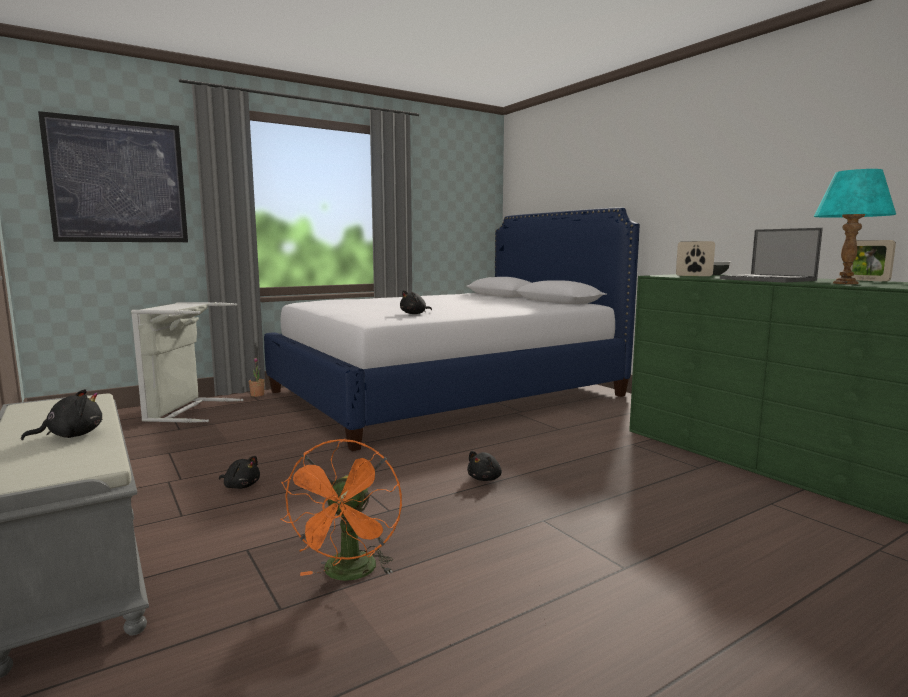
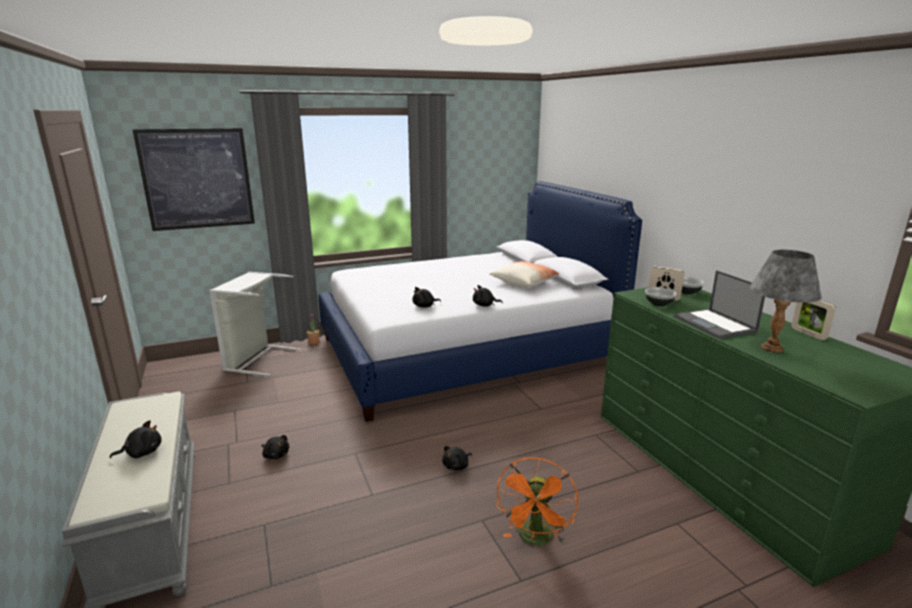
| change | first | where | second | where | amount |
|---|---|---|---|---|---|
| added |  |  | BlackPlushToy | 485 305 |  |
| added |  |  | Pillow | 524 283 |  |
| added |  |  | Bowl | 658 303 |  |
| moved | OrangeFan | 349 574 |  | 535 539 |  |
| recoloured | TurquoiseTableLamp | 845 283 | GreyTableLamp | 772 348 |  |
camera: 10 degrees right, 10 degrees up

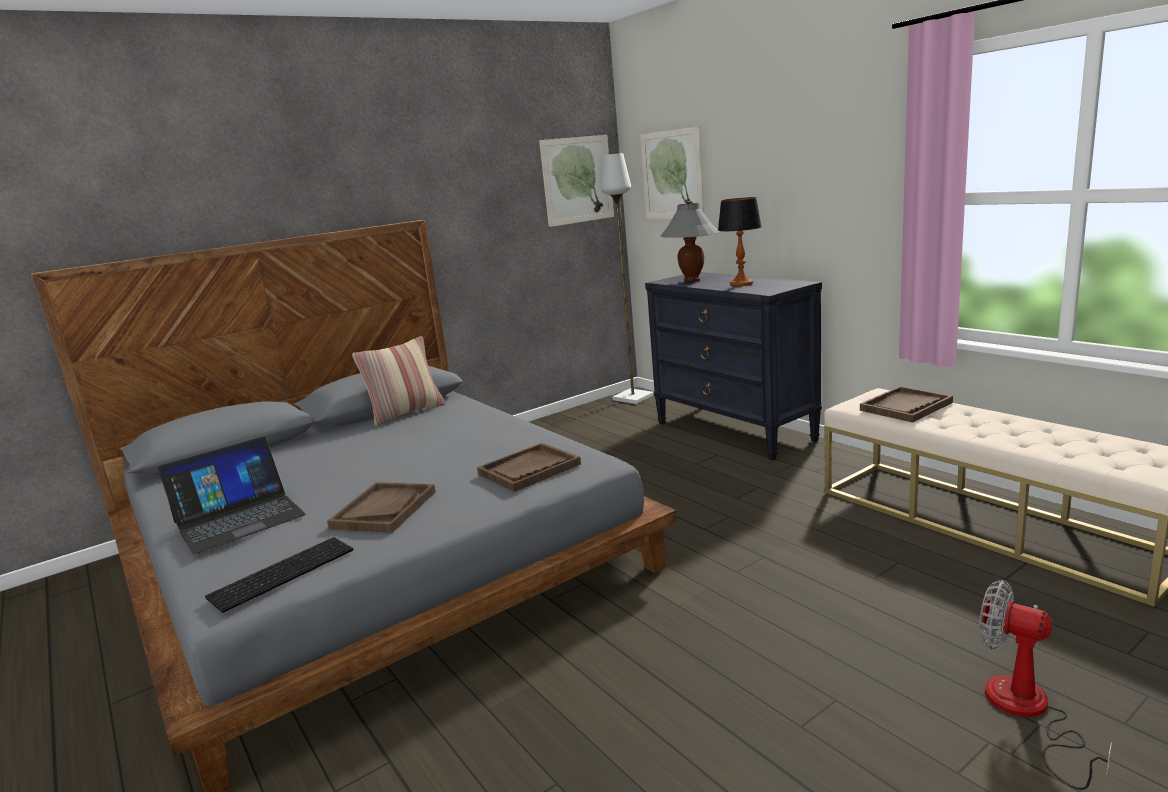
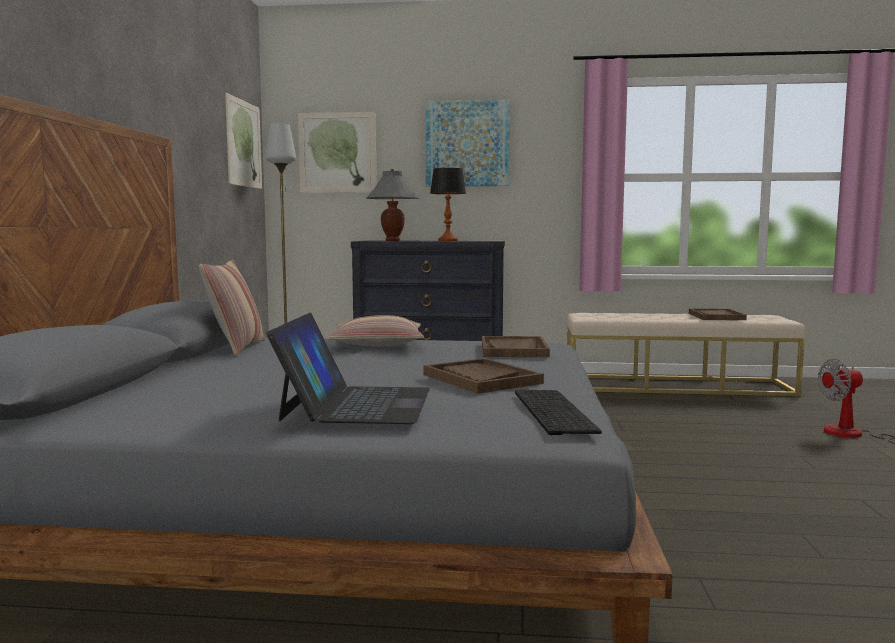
| change | first | where | second | where | amount |
|---|---|---|---|---|---|
| added |  |  | Pillow | 378 344 |  |
| added |  |  | Picture | 467 144 |  |
| moved | BrownTray | 906 406 |  | 716 316 |  |
camera: 50 degrees left, 10 degrees down

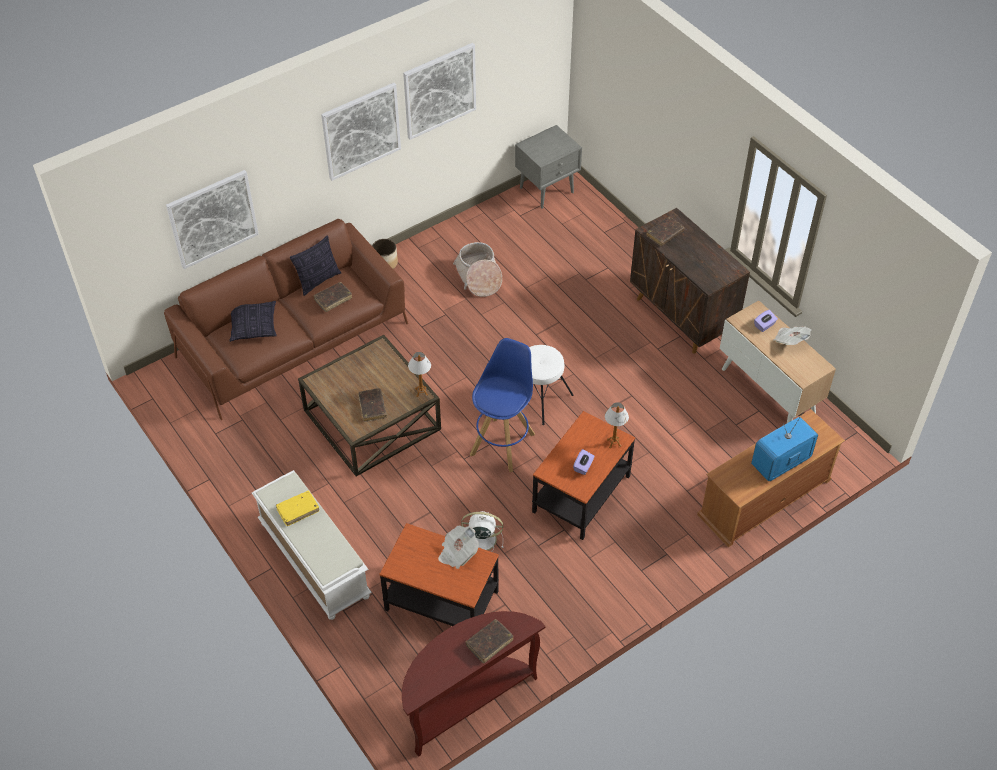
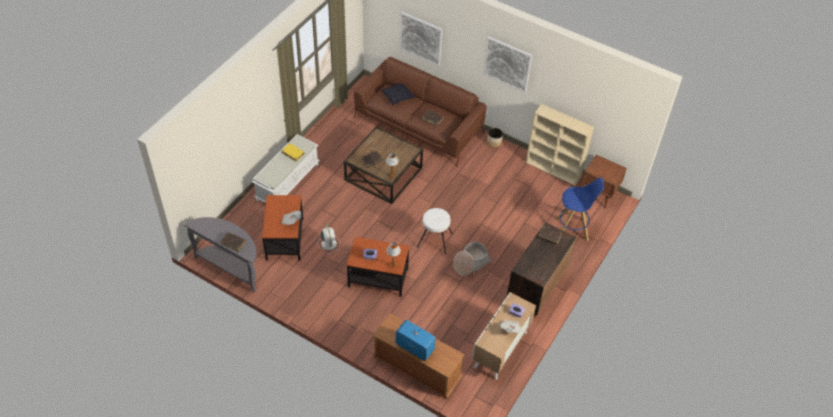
| change | first | where | second | where | amount |
|---|---|---|---|---|---|
| removed | Pillow | 318 281 |  |  |  |
| removed | Picture | 439 90 |  |  |  |
| added |  |  | BeigeBookcase | 554 169 |  |
| moved | Basket | 478 277 |  | 470 263 |  |
| moved | BlueStool | 503 443 |  | 572 229 |  |
| recoloured | BrownConsoleTable | 467 700 | GreyConsoleTable | 231 267 |  |
| recoloured | GreyNightstand | 547 190 | BrownNightstand | 599 195 |  |
camera: 65 degrees right, 0 degrees up

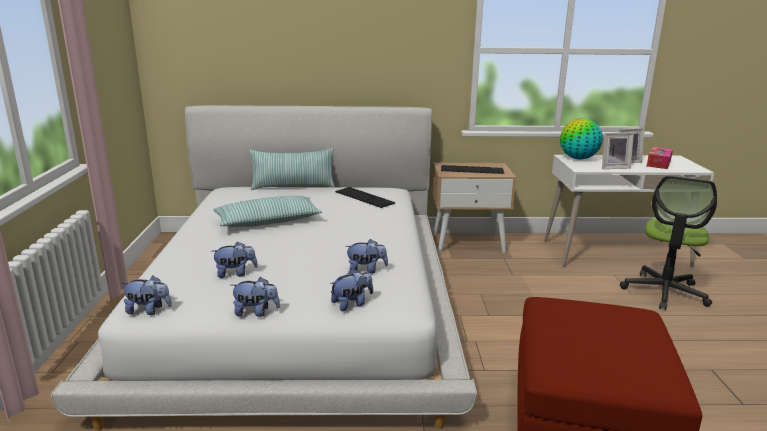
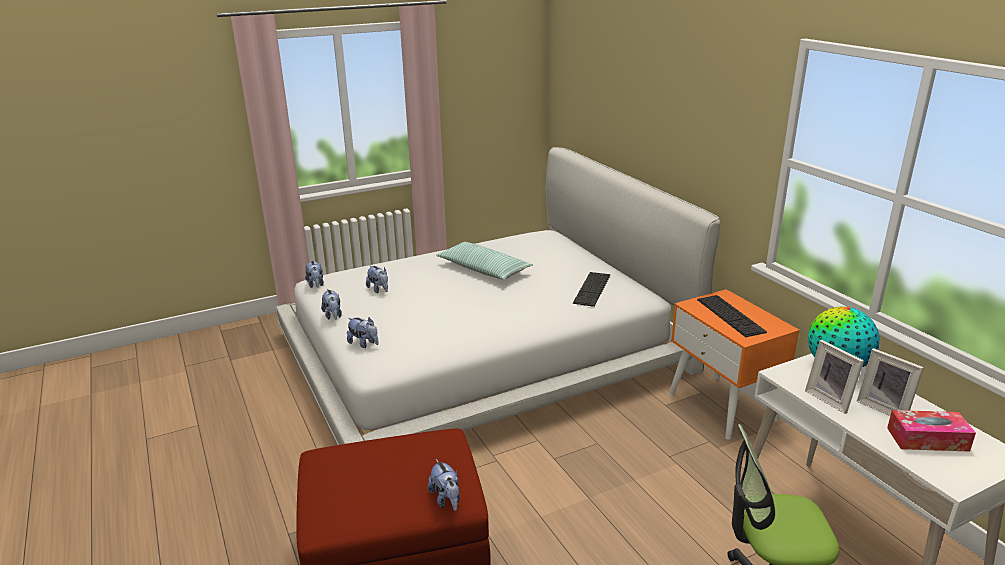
| change | first | where | second | where | amount |
|---|---|---|---|---|---|
| removed | Pillow | 293 187 |  |  |  |
| moved | PlushToy | 366 270 |  | 446 499 |  |
| recoloured | BeigeNightstand | 468 242 | OrangeNightstand | 722 406 |  |
camera: 65 degrees right, 5 degrees up

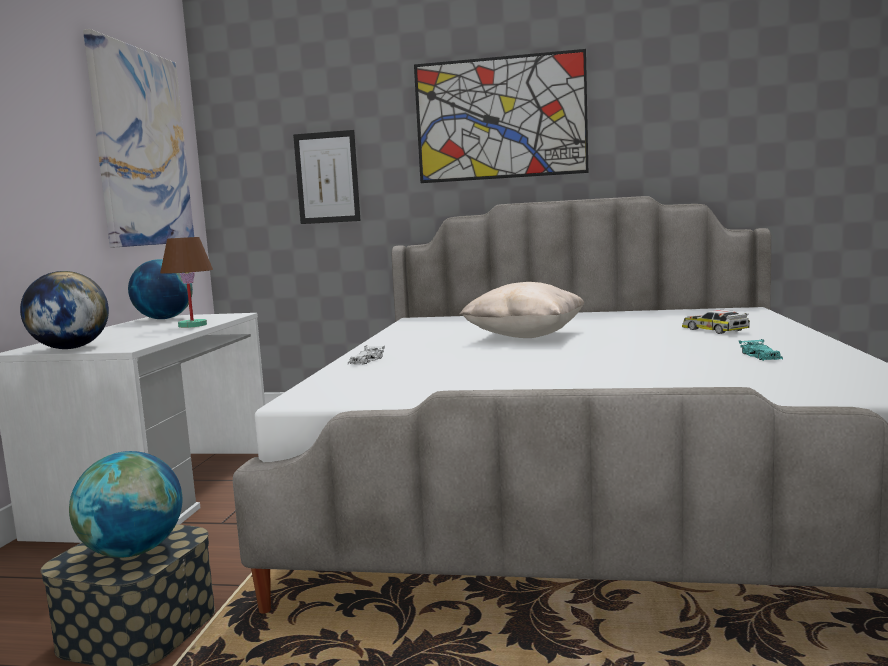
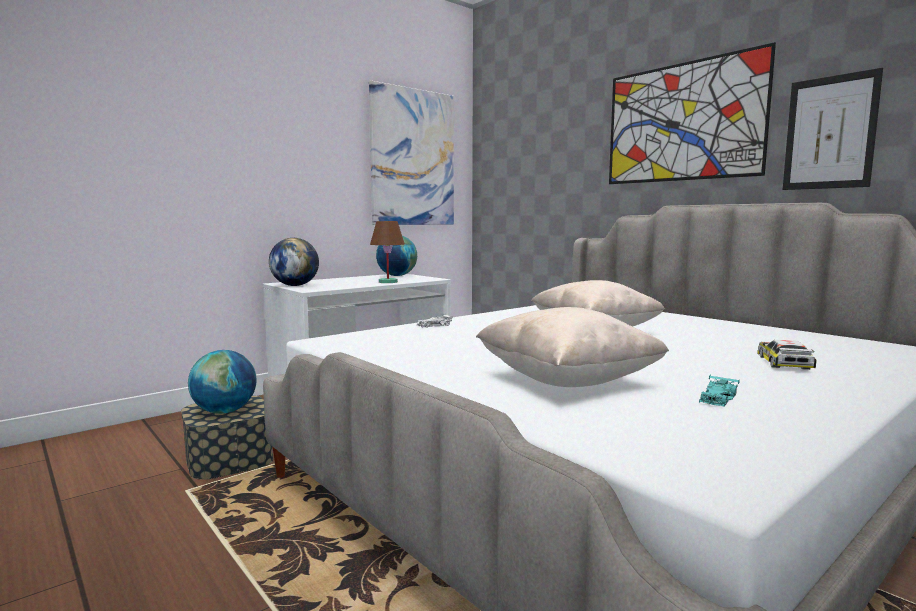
| change | first | where | second | where | amount |
|---|---|---|---|---|---|
| added |  |  | BeigePillow | 567 381 |  |
| moved | Picture | 327 177 |  | 829 133 |  |
camera: 40 degrees right, 0 degrees up

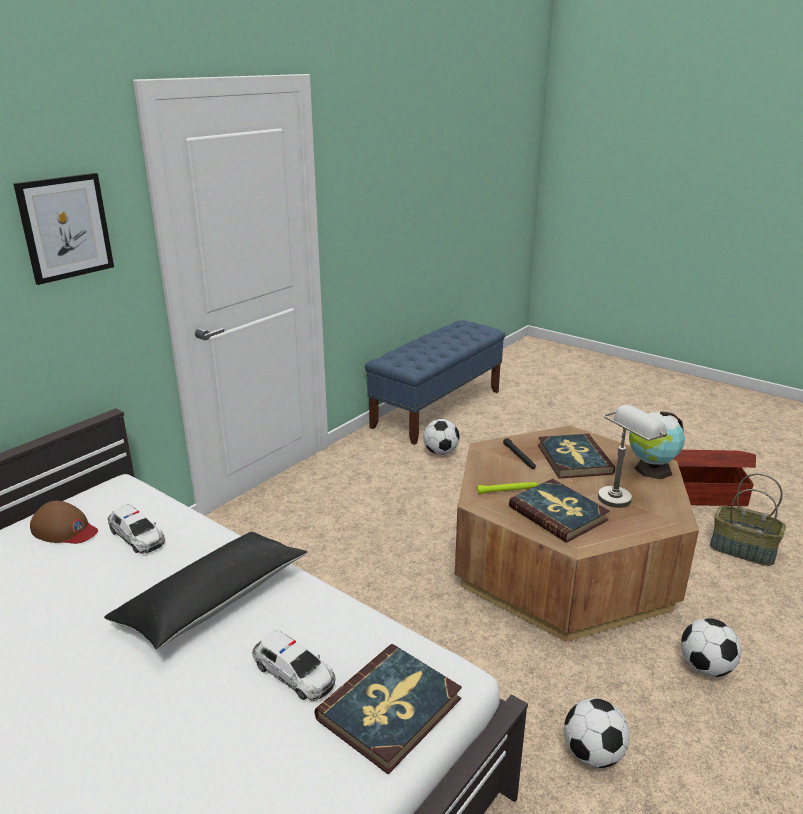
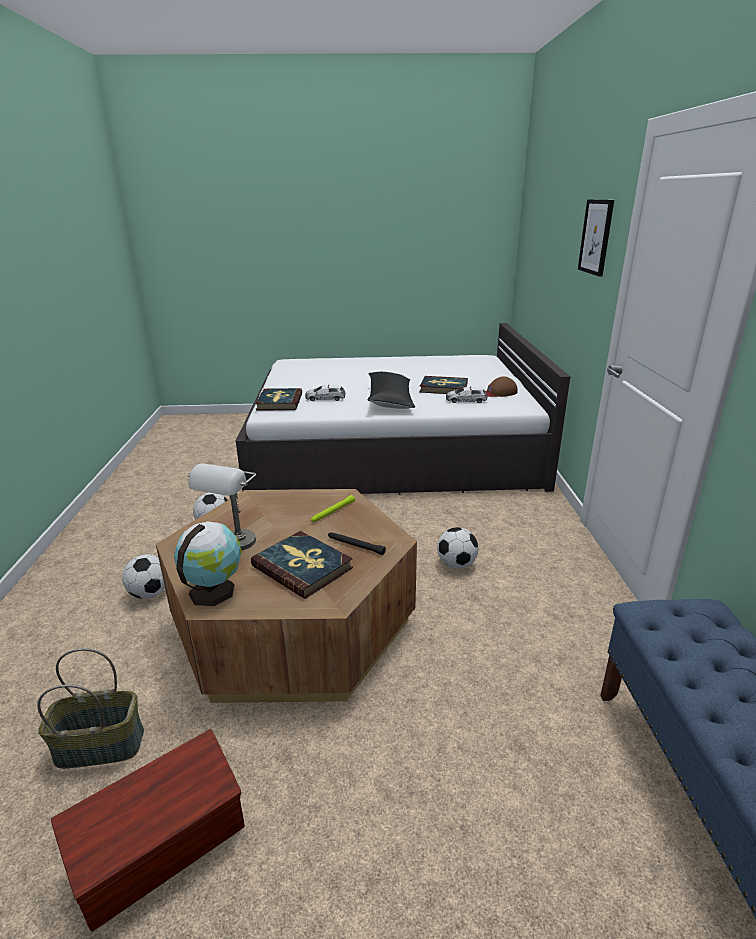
| change | first | where | second | where | amount |
|---|---|---|---|---|---|
| moved | Football | 441 452 |  | 456 564 |  |
| moved | Book | 558 513 |  | 443 388 |  |
camera: 140 degrees right, 0 degrees up

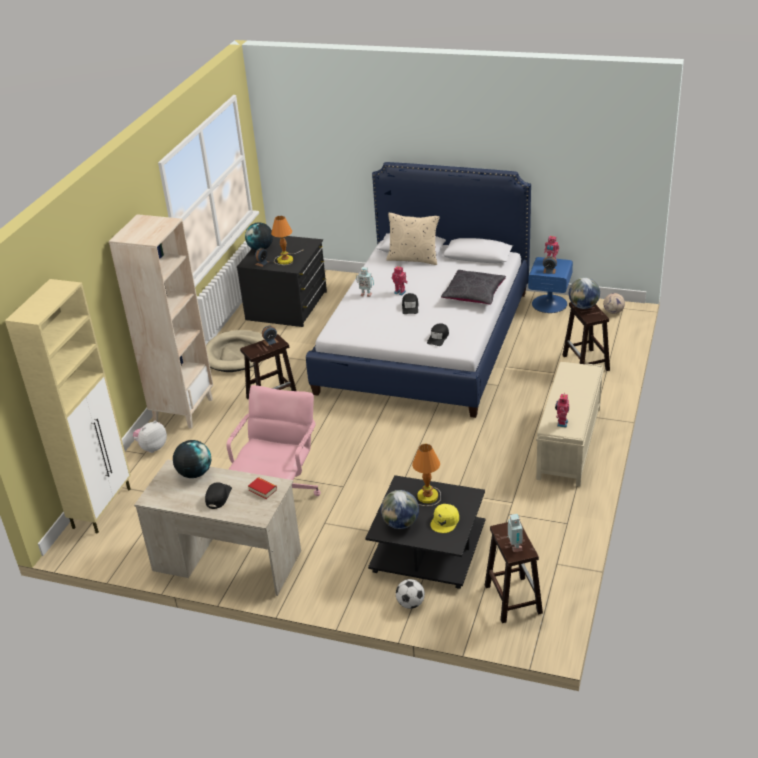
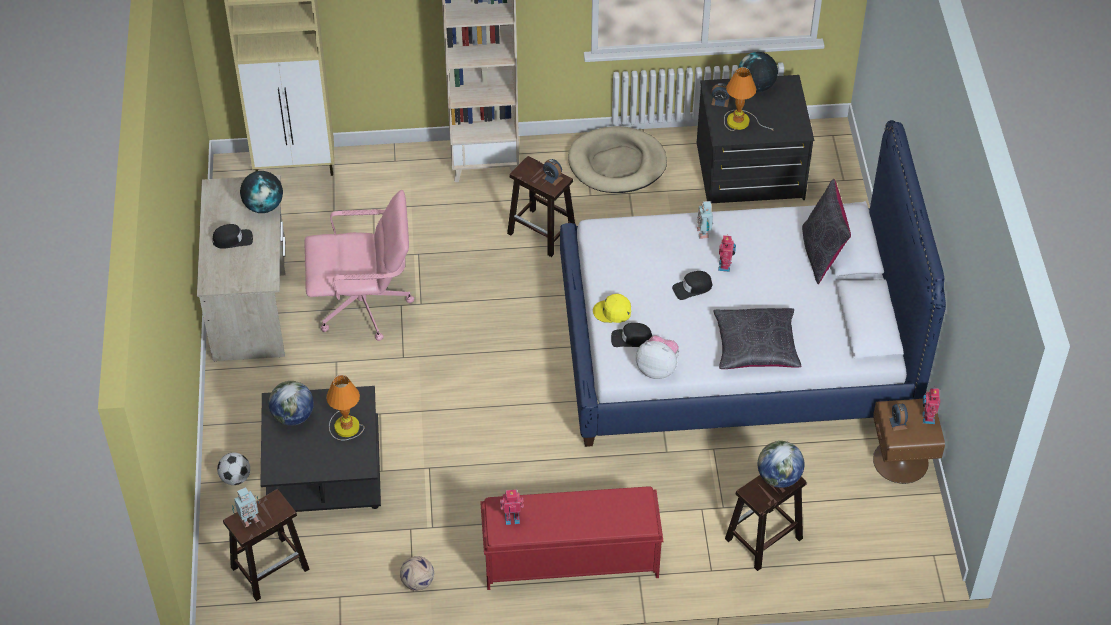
| change | first | where | second | where | amount |
|---|---|---|---|---|---|
| removed | Book | 263 490 |  |  |  |
| moved | PlushToy | 152 447 |  | 657 368 |  |
| moved | YellowCap | 445 521 |  | 612 311 |  |
| moved | Football | 613 312 |  | 418 582 |  |
| recoloured | BeigePillow | 413 259 | BlackPillow | 822 254 |  |
| recoloured | BlueNightstand | 549 303 | BrownNightstand | 901 461 |  |
| recoloured | BeigeBench | 569 443 | RedBench | 569 559 |  |
camera: 65 degrees right, 15 degrees up

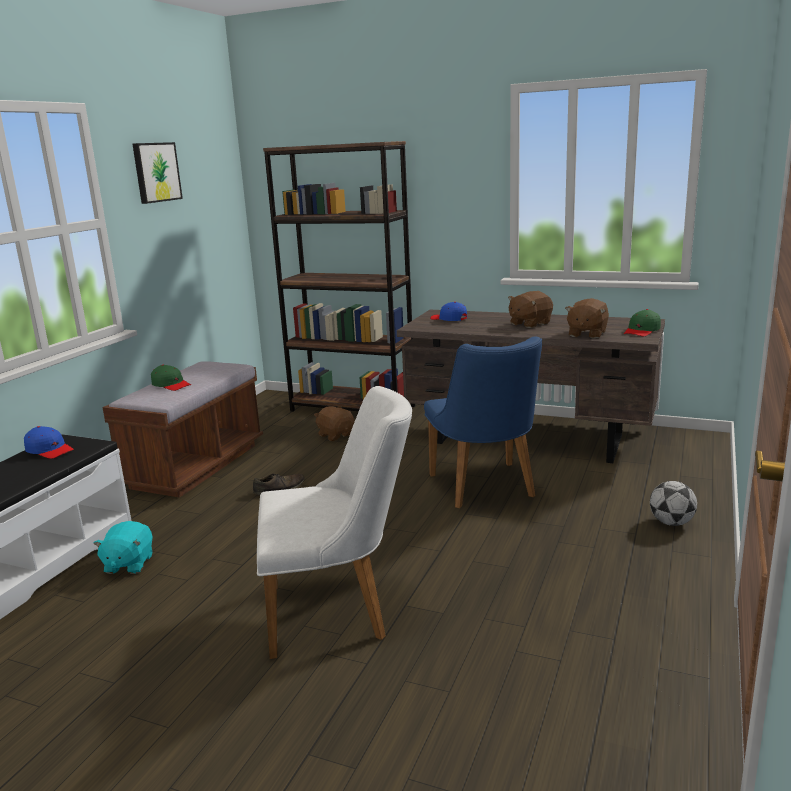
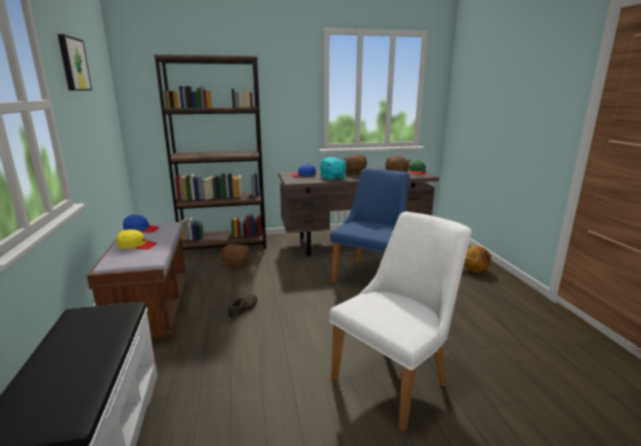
| change | first | where | second | where | amount |
|---|---|---|---|---|---|
| moved | BlueCap | 49 450 |  | 141 229 |  |
| moved | TurquoisePlushToy | 128 564 |  | 332 178 |  |
| replaced | Football | 671 523 | Basketball | 475 270 |  |
| recoloured | GreenCap | 171 385 | YellowCap | 136 245 |  |
| turned | BlueChair | 486 489 |  | 371 275 | 105 degrees counterclockwise |
camera: 35 degrees left, 0 degrees up

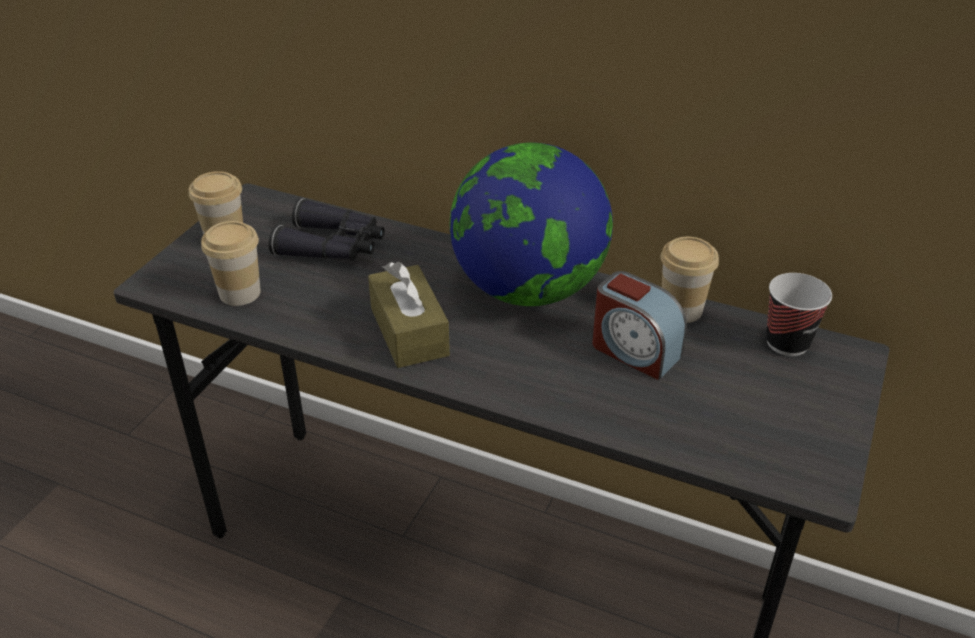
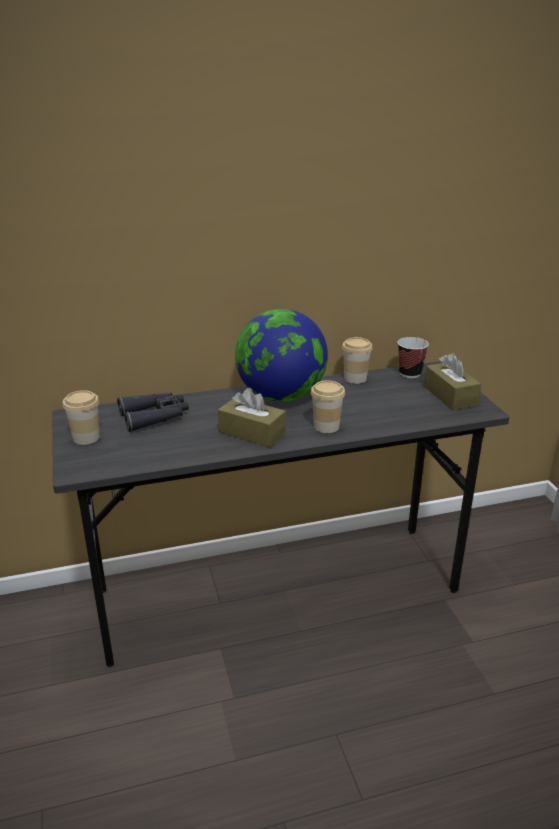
| change | first | where | second | where | amount |
|---|---|---|---|---|---|
| removed | AlarmClock | 634 351 |  |  |  |
| added |  |  | BrownTissueBox | 450 395 |  |
| moved | Cup | 240 293 |  | 326 426 |  |
camera: 40 degrees left, 10 degrees down

